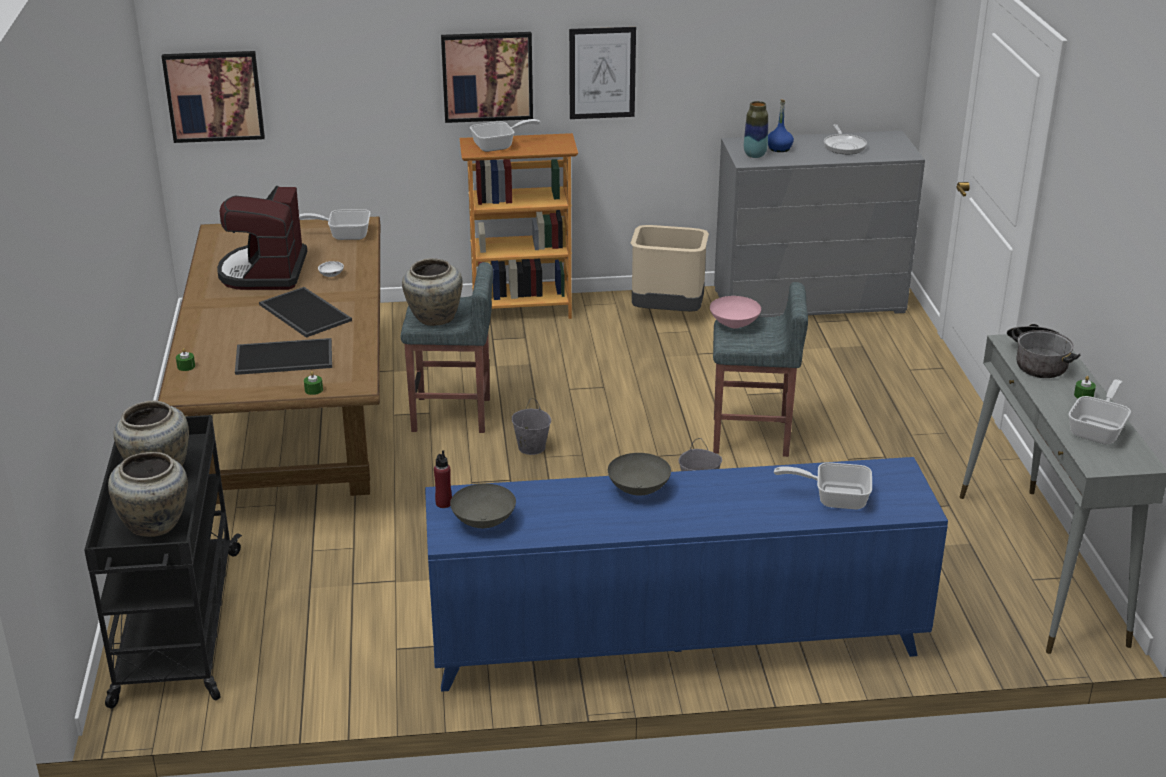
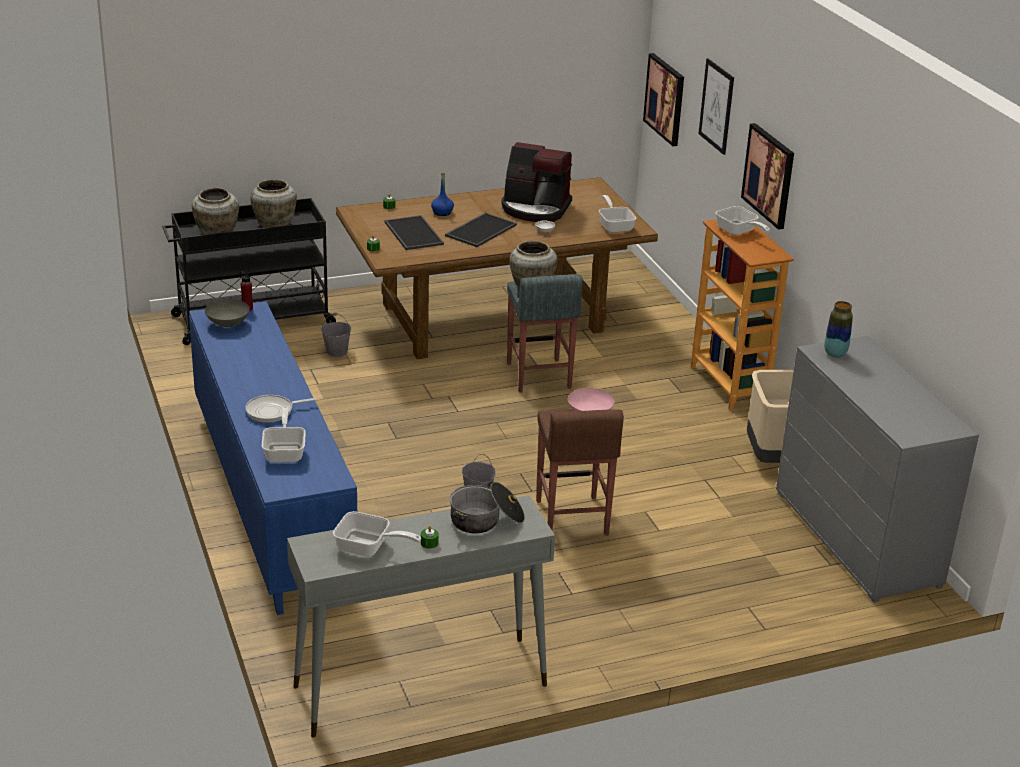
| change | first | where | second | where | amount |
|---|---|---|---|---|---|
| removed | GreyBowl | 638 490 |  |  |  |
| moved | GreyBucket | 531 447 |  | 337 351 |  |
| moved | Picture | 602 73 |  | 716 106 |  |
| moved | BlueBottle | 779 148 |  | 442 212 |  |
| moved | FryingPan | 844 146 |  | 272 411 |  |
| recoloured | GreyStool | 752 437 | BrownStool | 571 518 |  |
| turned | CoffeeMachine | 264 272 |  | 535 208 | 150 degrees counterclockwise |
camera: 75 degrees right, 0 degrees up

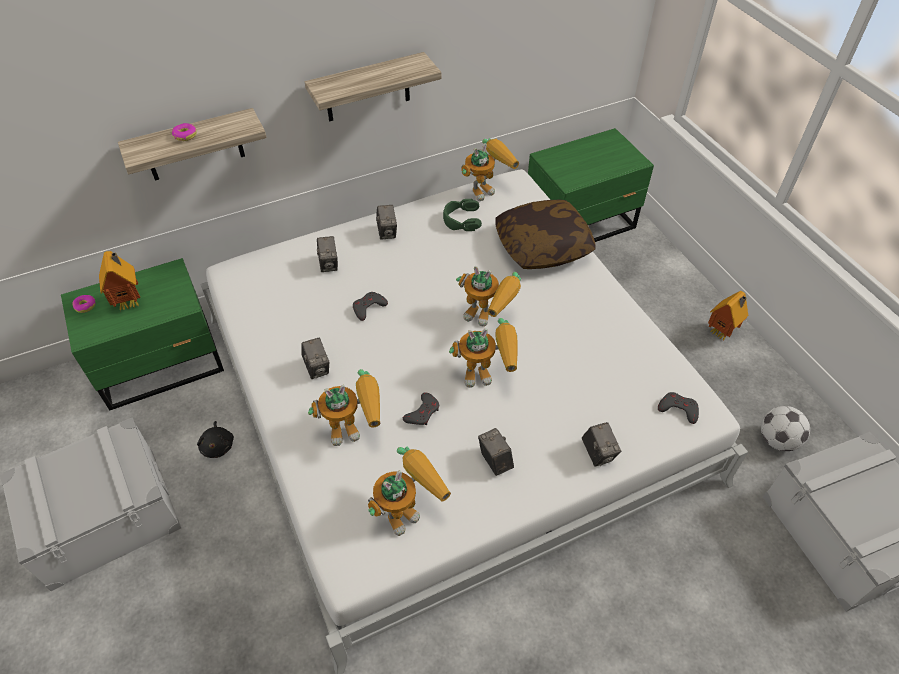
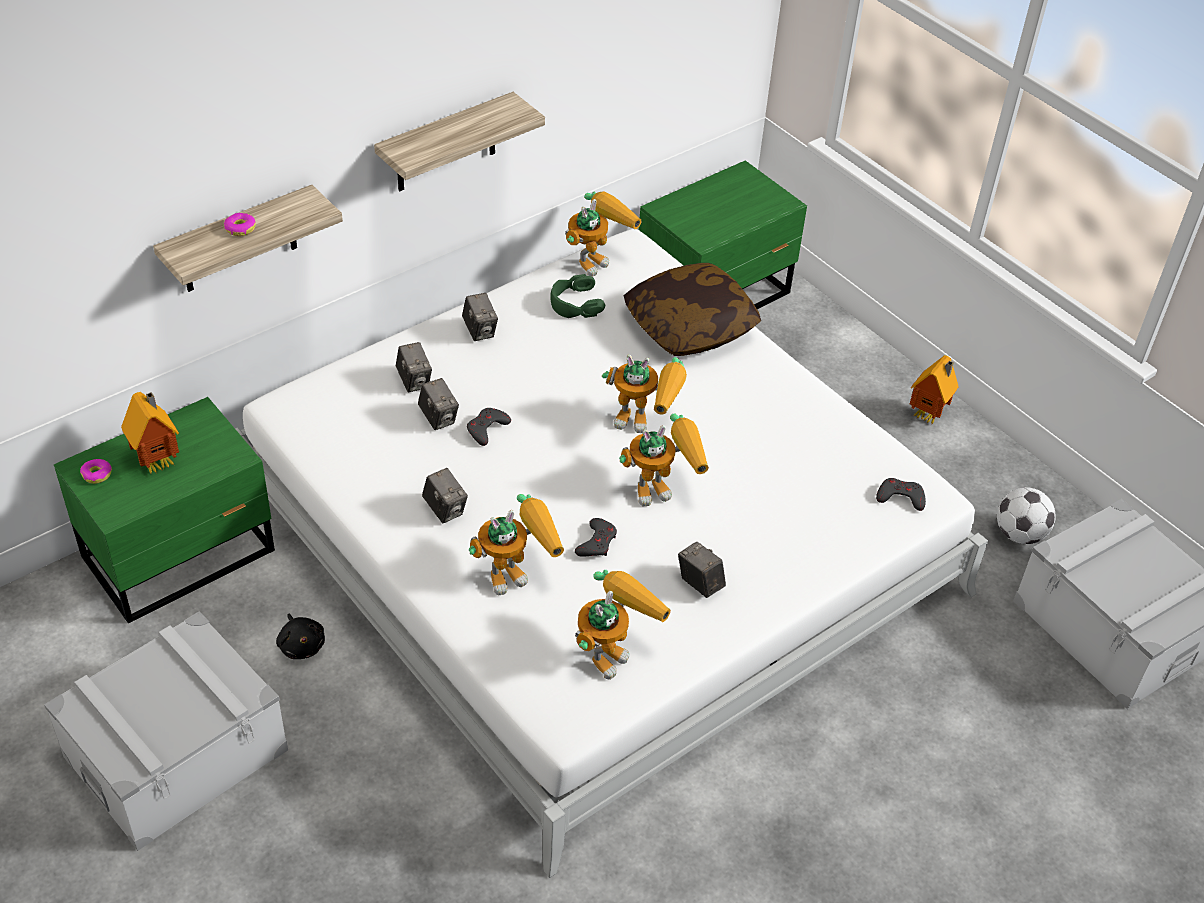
| change | first | where | second | where | amount |
|---|---|---|---|---|---|
| moved | PhotoCamera | 598 453 |  | 438 418 |  |
camera: 15 degrees left, 5 degrees down

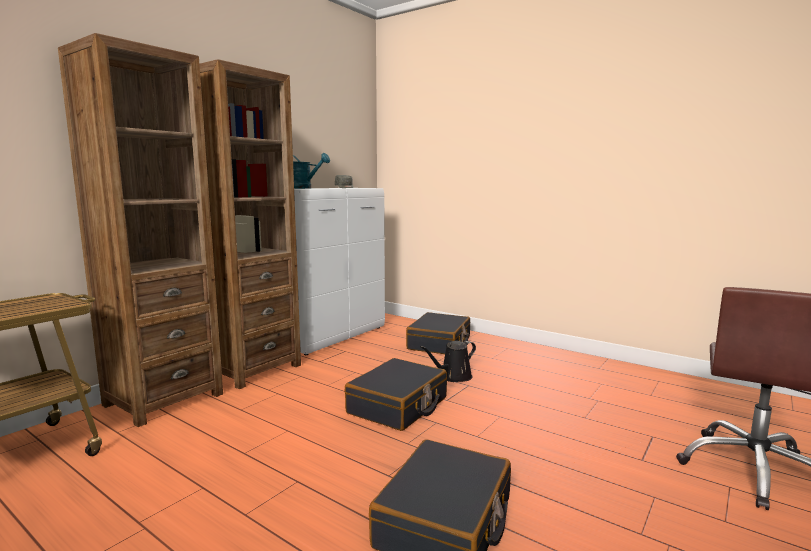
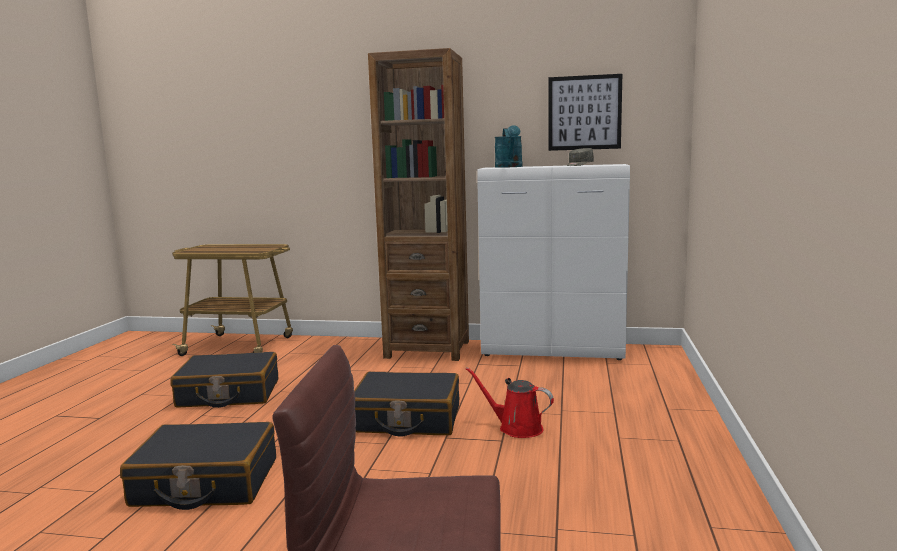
| change | first | where | second | where | amount |
|---|---|---|---|---|---|
| removed | BrownBookcase | 163 399 |  |  |  |
| added |  |  | Picture | 584 113 |  |
| moved | BlackSuitcase | 439 343 |  | 228 394 |  |
| recoloured | BlackWateringCan | 453 377 | RedWateringCan | 516 428 |  |
camera: 65 degrees right, 0 degrees up

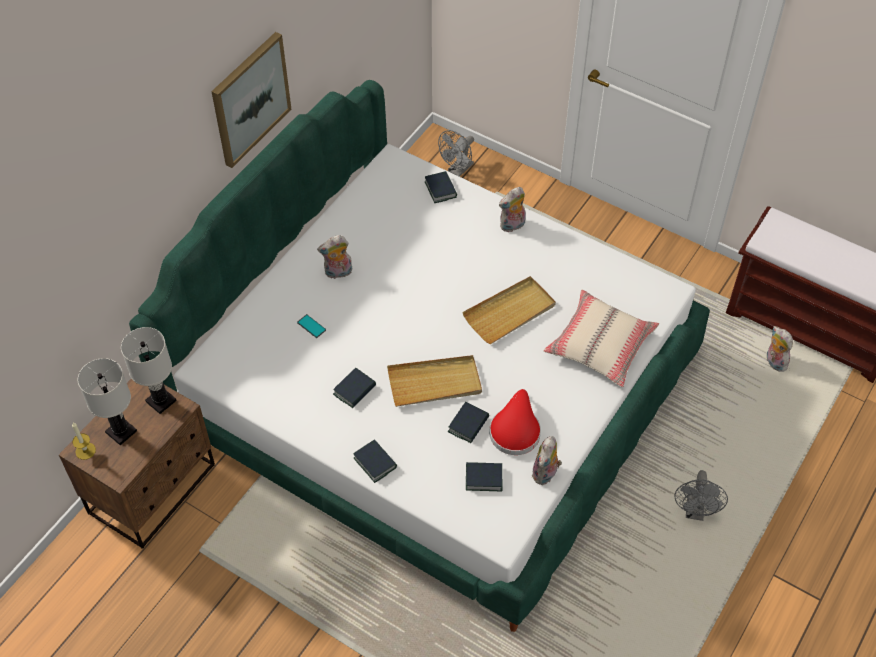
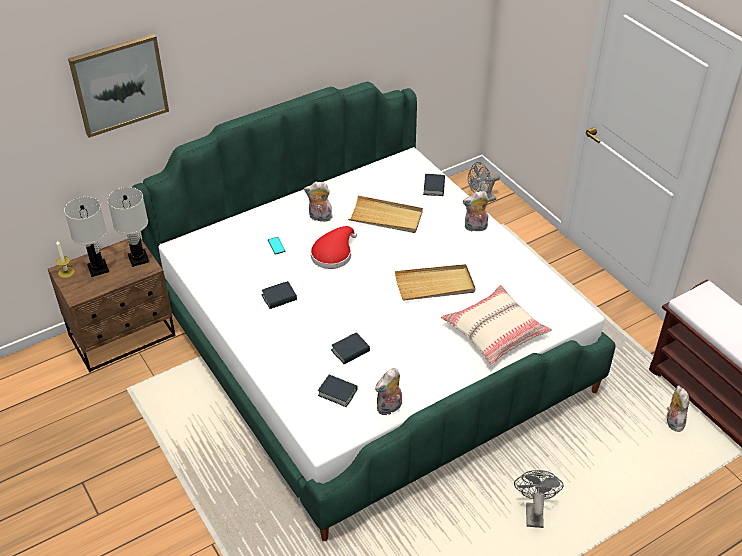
| change | first | where | second | where | amount |
|---|---|---|---|---|---|
| removed | Book | 375 463 |  |  |  |
| moved | Picture | 250 99 |  | 119 84 |  |
| moved | BeigeTray | 435 383 |  | 386 217 |  |
| moved | RedHat | 515 429 |  | 333 254 |  |
| turned | GreyFan | 695 512 |  | 533 511 | 150 degrees clockwise |
camera: 25 degrees right, 10 degrees down

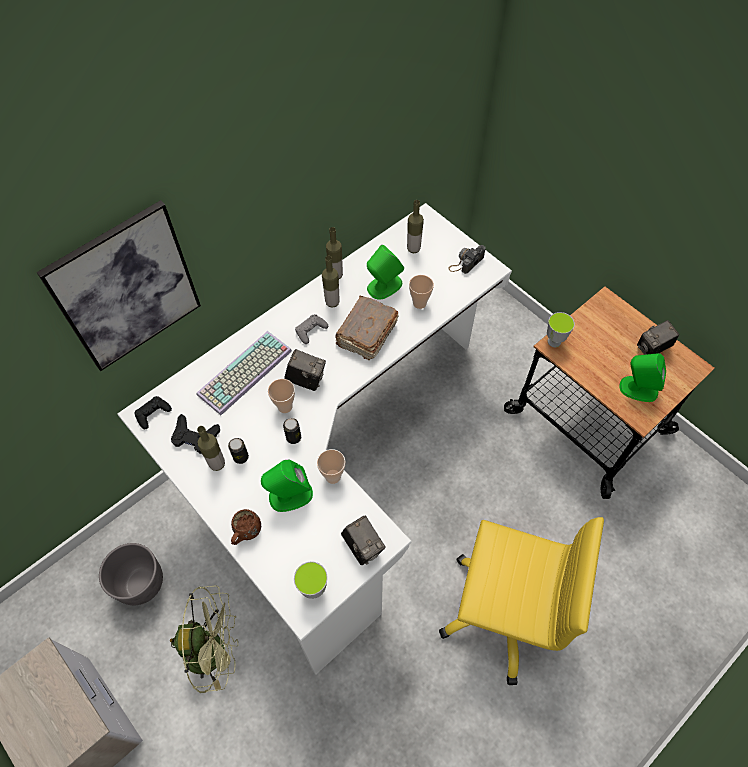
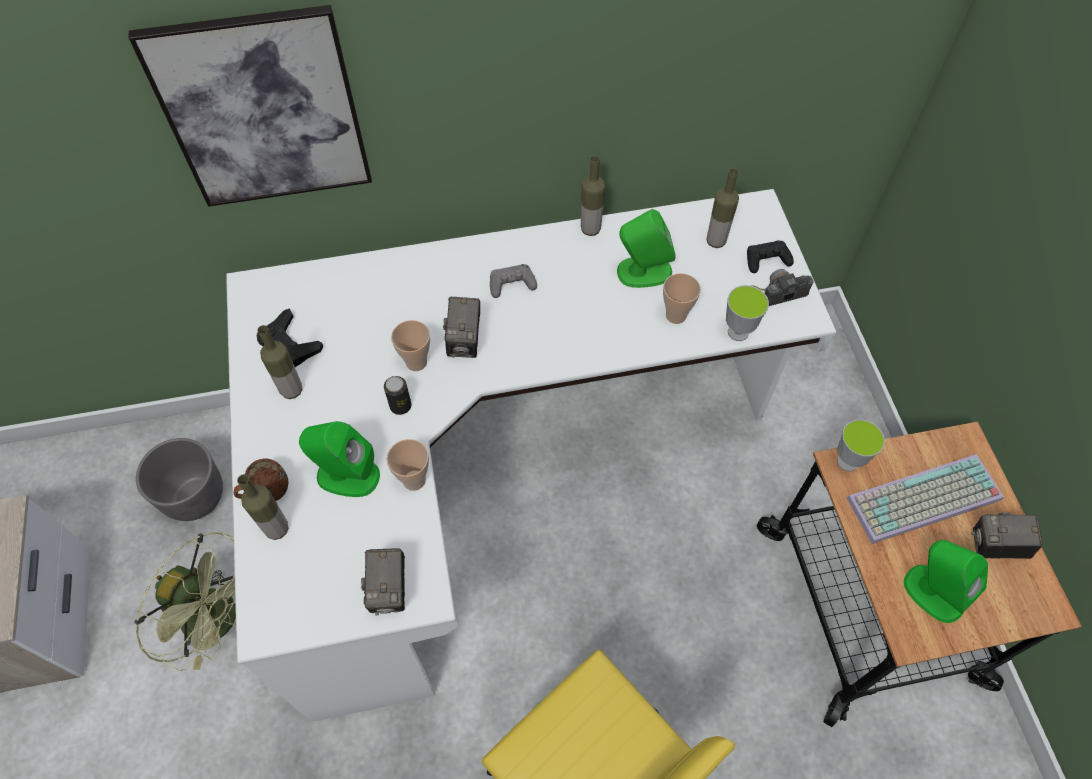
| change | first | where | second | where | amount |
|---|---|---|---|---|---|
| removed | Can | 241 457 |  |  |  |
| removed | BrownBook | 366 335 |  |  |  |
| moved | BlackGameController | 153 414 |  | 766 260 |  |
| moved | Keyboard | 245 374 |  | 924 501 |  |
| moved | Cup | 314 589 |  | 738 332 |  |
| moved | Bottle | 332 302 |  | 277 529 |  |
| turned | PhotoCamera | 306 379 |  | 465 341 | 45 degrees clockwise |
camera: 30 degrees right, 0 degrees up

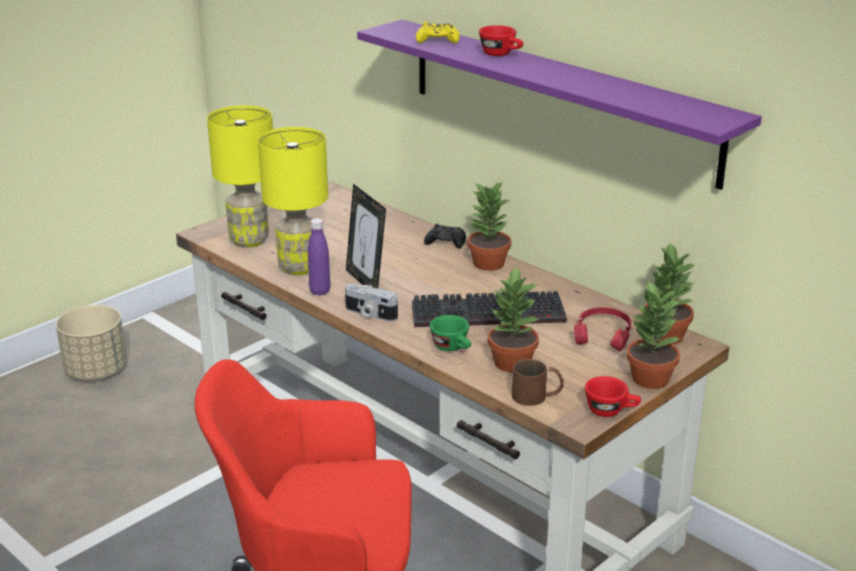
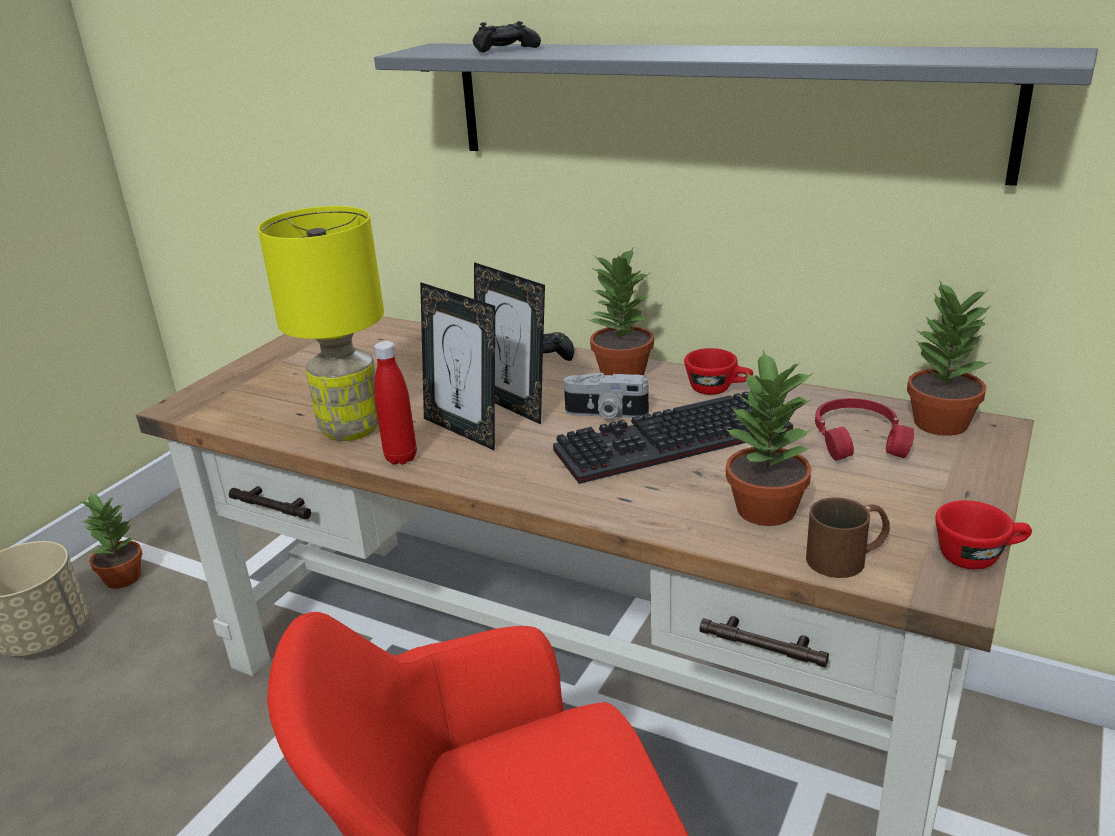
| change | first | where | second | where | amount |
|---|---|---|---|---|---|
| removed | YellowTableLamp | 248 240 |  |  |  |
| removed | GreenCup | 453 348 |  |  |  |
| added |  |  | PictureFrame | 512 405 |  |
| moved | PhotoCamera | 369 314 |  | 606 414 |  |
| moved | RedCup | 501 54 |  | 718 389 |  |
| moved | PottedPlant | 649 378 |  | 122 578 |  |
| recoloured | PurpleBottle | 320 291 | RedBottle | 401 458 |  |
| recoloured | PurpleShelf | 558 99 | GreyShelf | 710 106 |  |
| recoloured | YellowGameController | 437 40 | BlackGameController | 505 49 |  |
camera: 15 degrees left, 0 degrees up

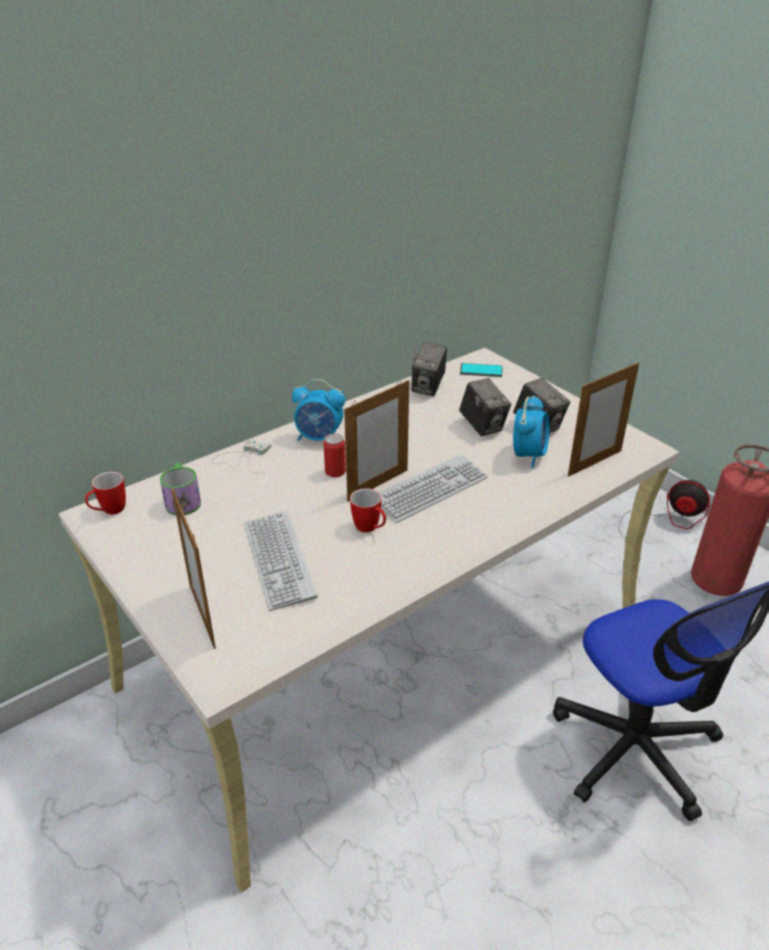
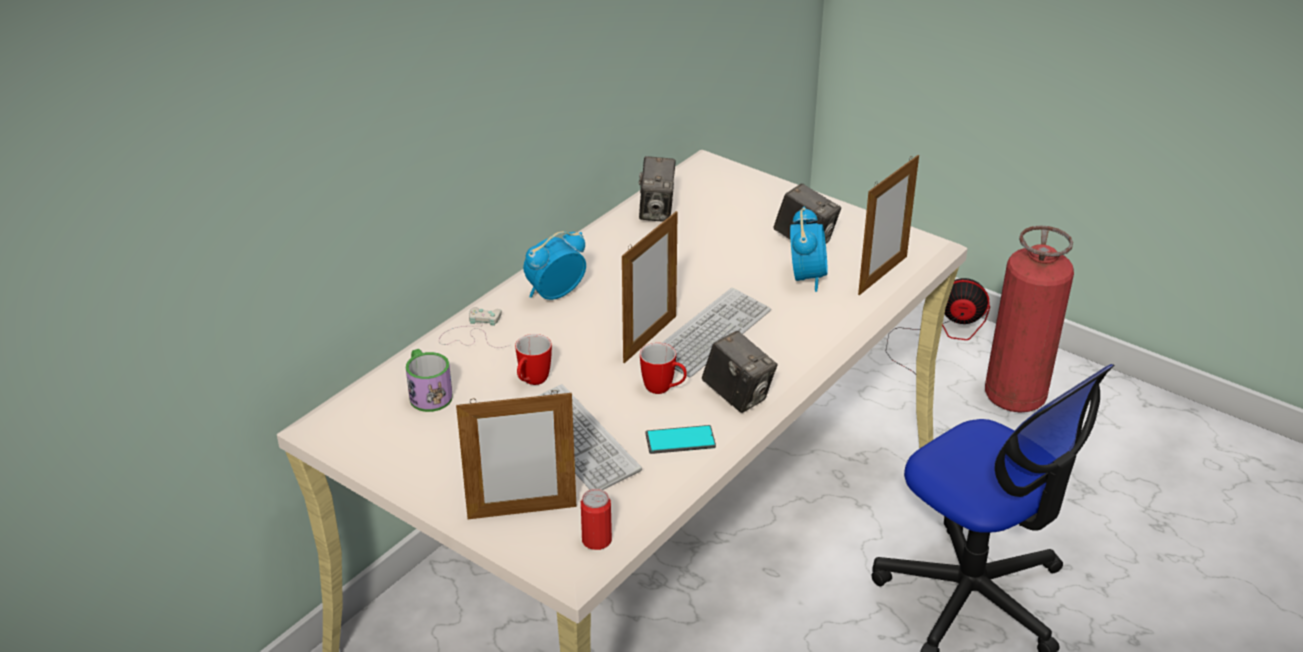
| change | first | where | second | where | amount |
|---|---|---|---|---|---|
| moved | Mug | 109 511 |  | 531 382 |  |
| moved | Can | 335 471 |  | 596 540 |  |
| moved | PhotoCamera | 483 426 |  | 738 396 |  |
| moved | Phone | 481 371 |  | 680 440 |  |
| turned | PictureFrame | 202 615 |  | 522 512 | 60 degrees counterclockwise |
| turned | AlarmClock | 319 438 |  | 554 294 | 150 degrees clockwise |
camera: 15 degrees left, 0 degrees up

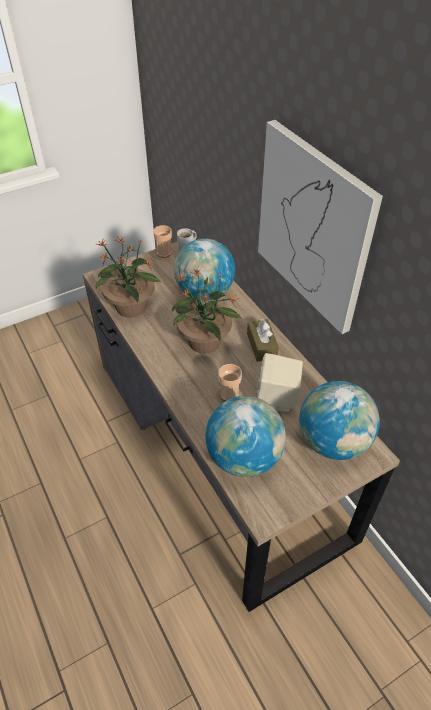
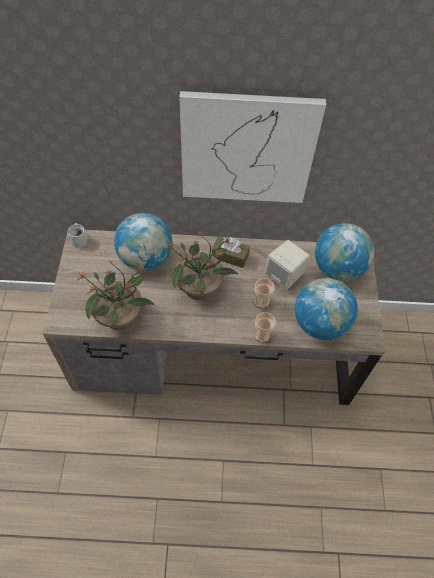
| change | first | where | second | where | amount |
|---|---|---|---|---|---|
| moved | Cup | 164 253 |  | 262 335 |  |
camera: 60 degrees left, 10 degrees up

